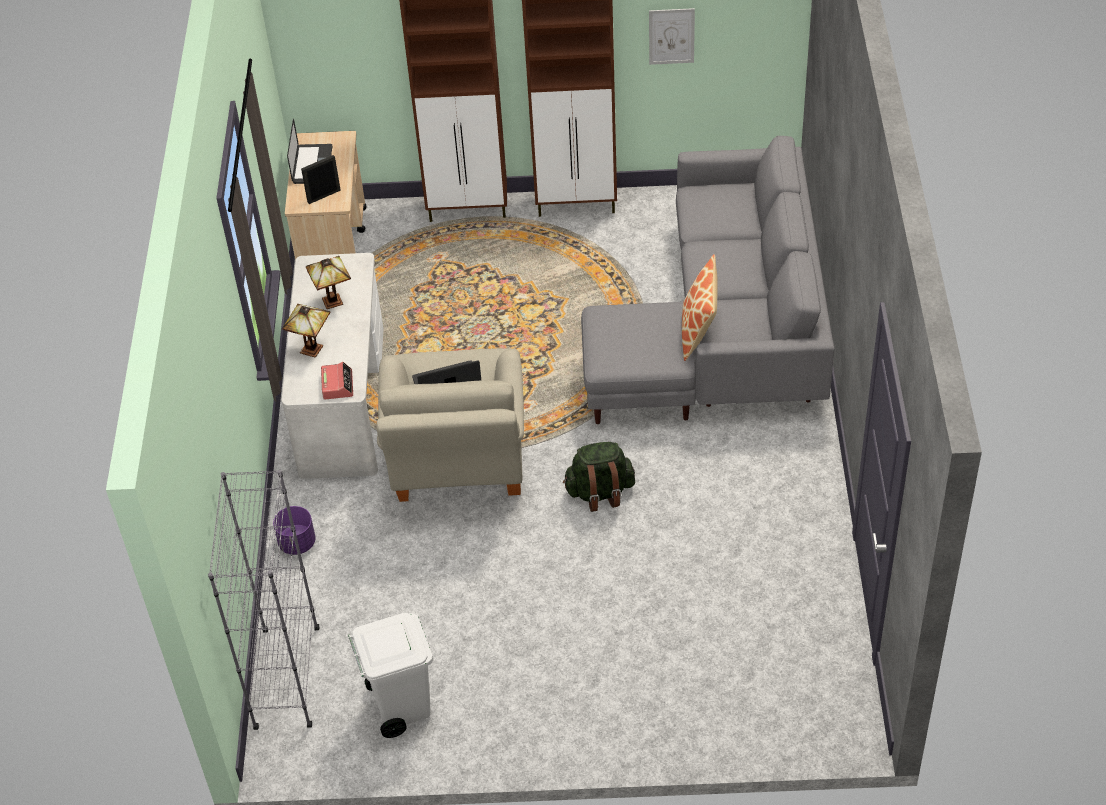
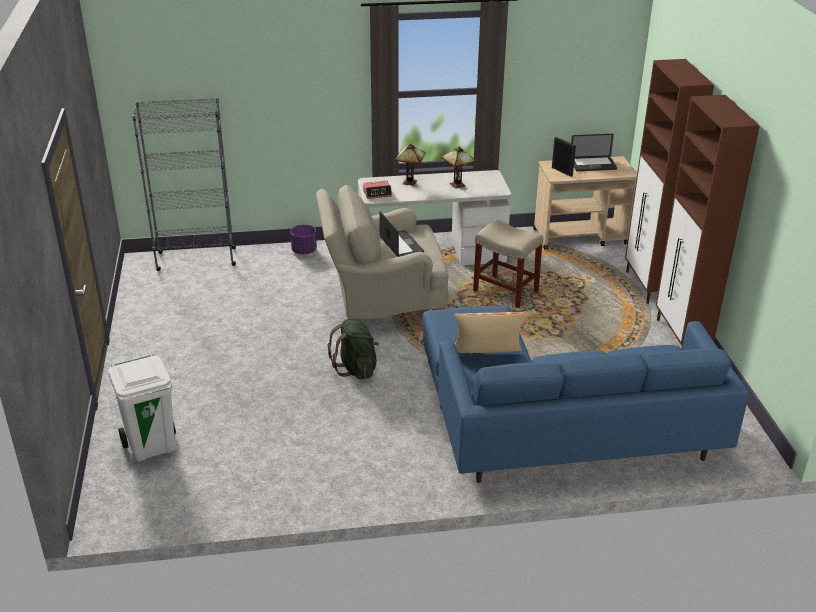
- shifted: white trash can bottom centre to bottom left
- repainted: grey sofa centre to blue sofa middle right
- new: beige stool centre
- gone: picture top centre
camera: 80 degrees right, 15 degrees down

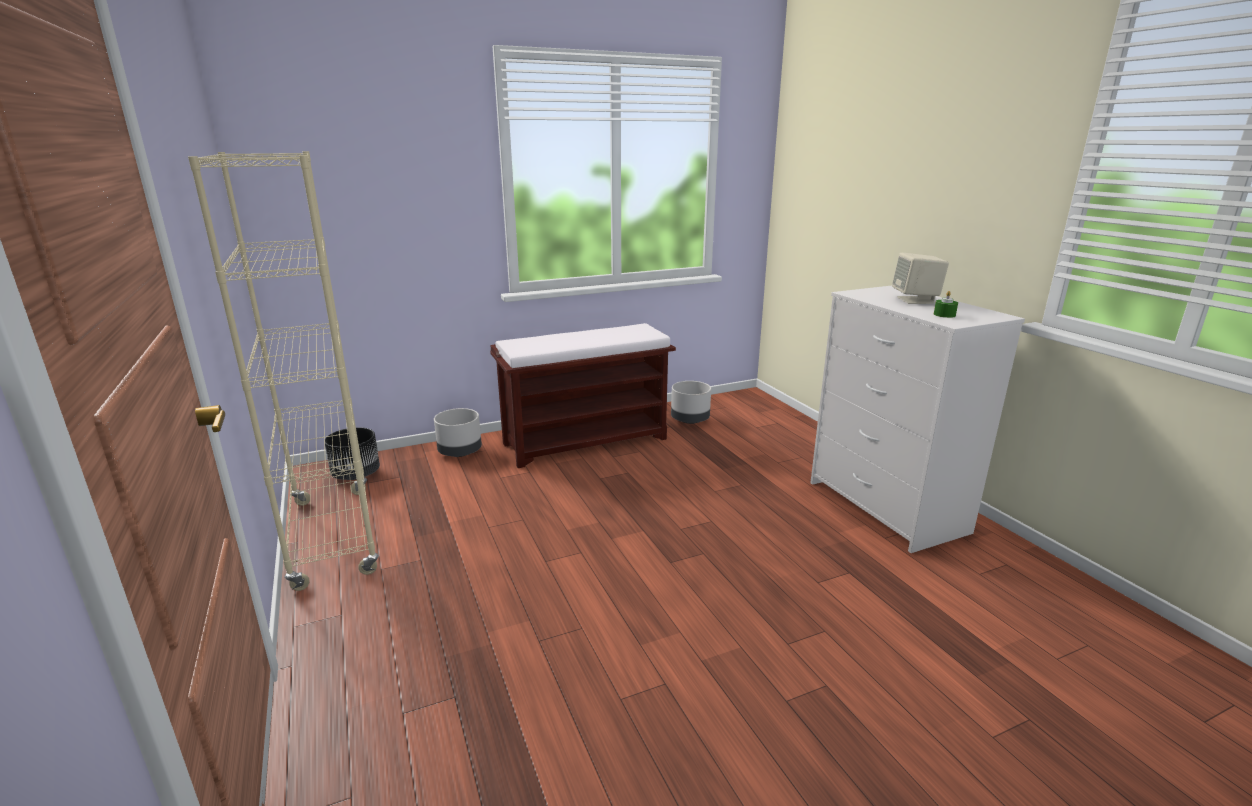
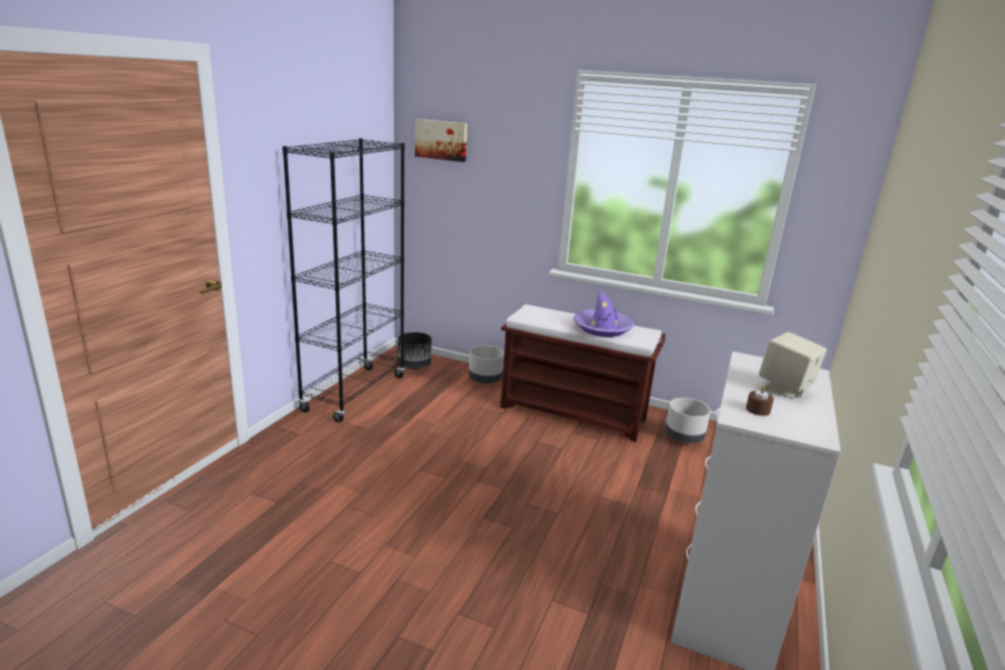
- repainted: beige bookcase middle left to black bookcase centre
- new: picture top centre
- new: purple hat centre
- repainted: green candle middle right to brown candle middle right
camera: 45 degrees right, 0 degrees up

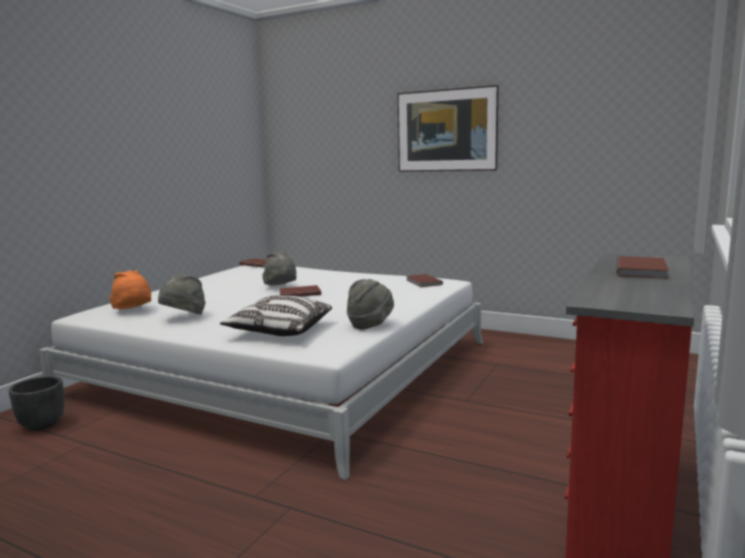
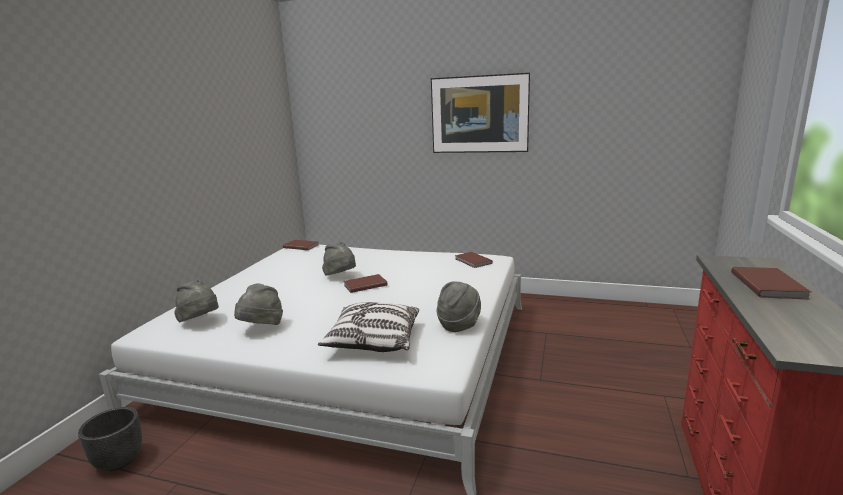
- repainted: orange hat middle left to grey hat (no. 1 from left) middle left
camera: 10 degrees left, 5 degrees up

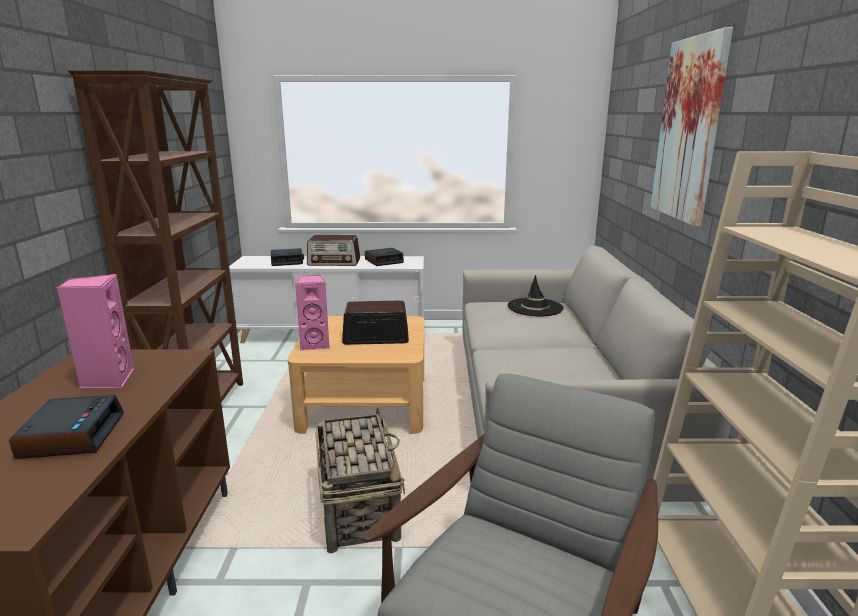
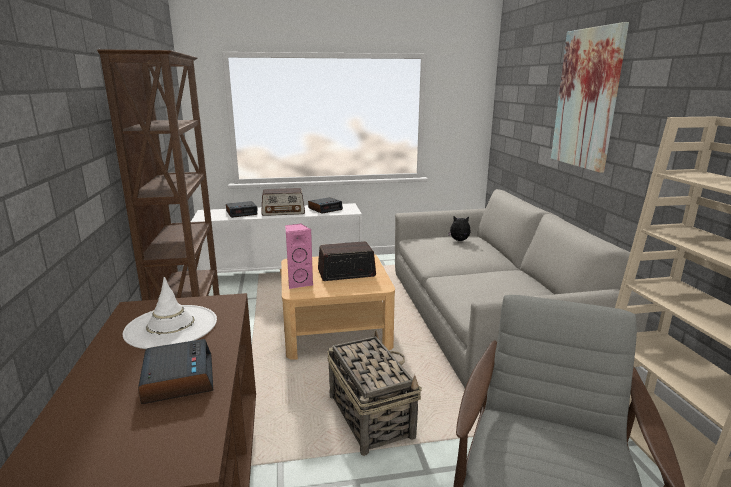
- swapped: pink speaker (no. 1 from left) middle left to white hat middle left
- swapped: black hat centre to plush toy centre
camera: 10 degrees left, 0 degrees up

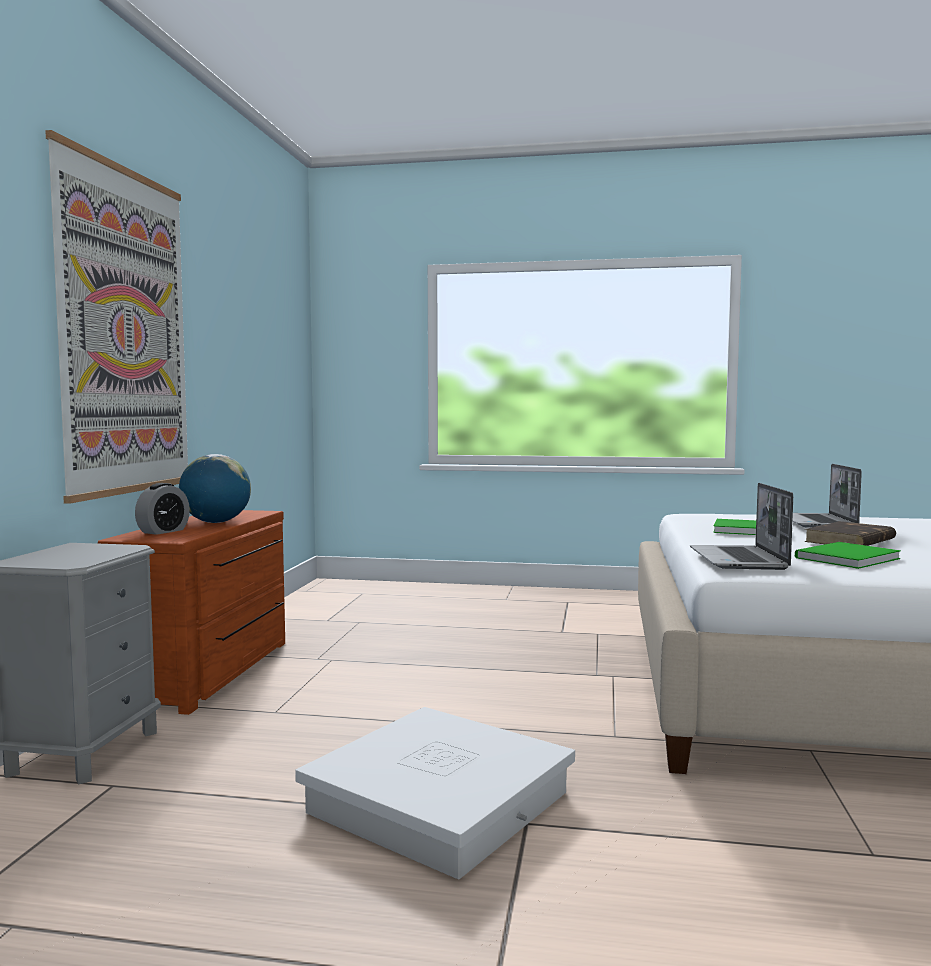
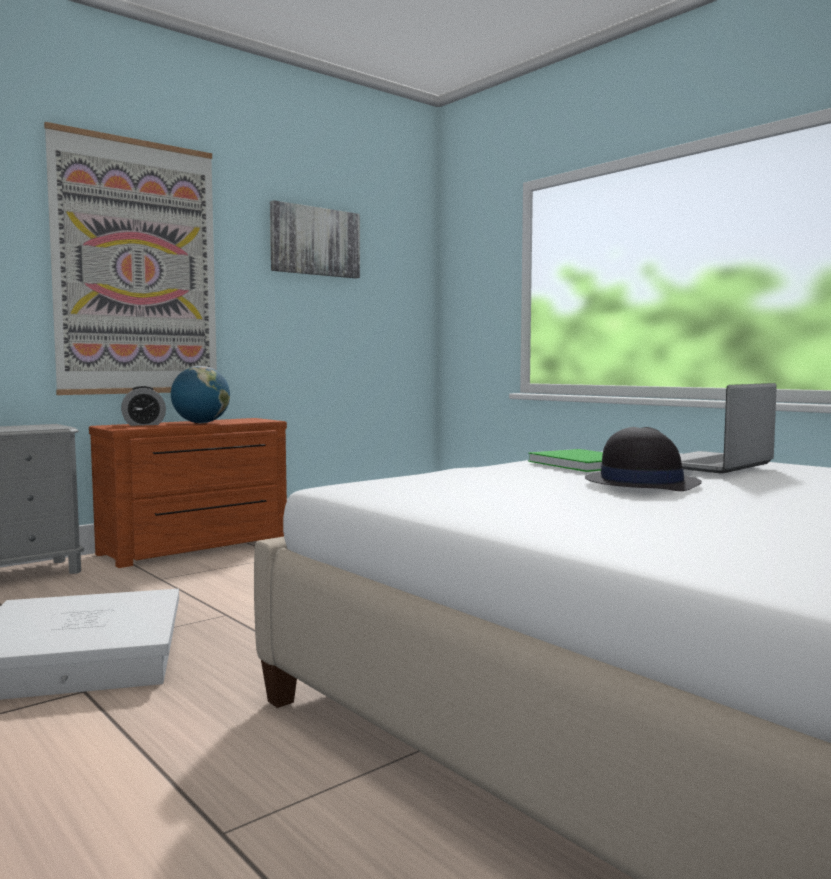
- new: picture (no. 2 from left) top centre
- swapped: brown book middle right to black hat middle right
- gone: laptop (no. 1 from left) middle right
- gone: green book (no. 2 from left) middle right
camera: 40 degrees right, 0 degrees up

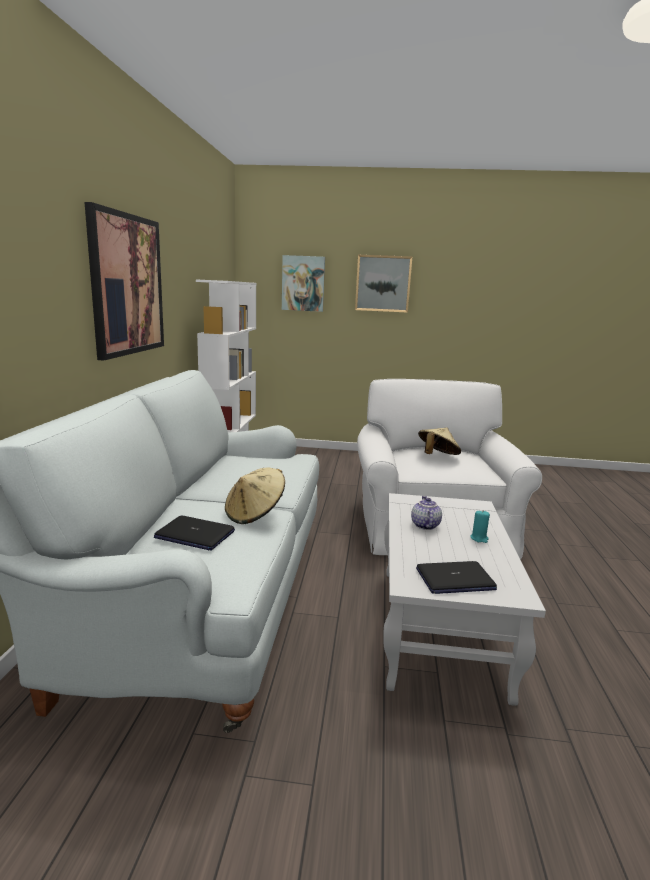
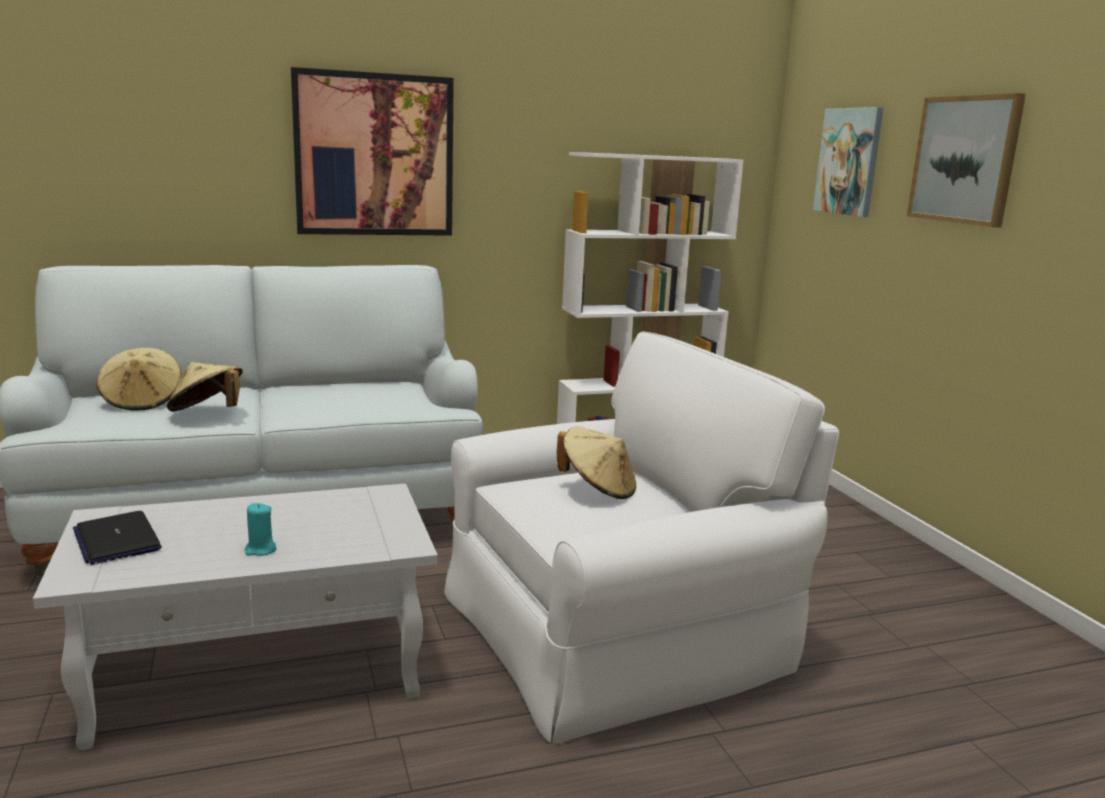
- swapped: laptop (no. 1 from left) middle left to beige hat (no. 1 from left) middle left
- gone: teapot centre
camera: 65 degrees right, 0 degrees up

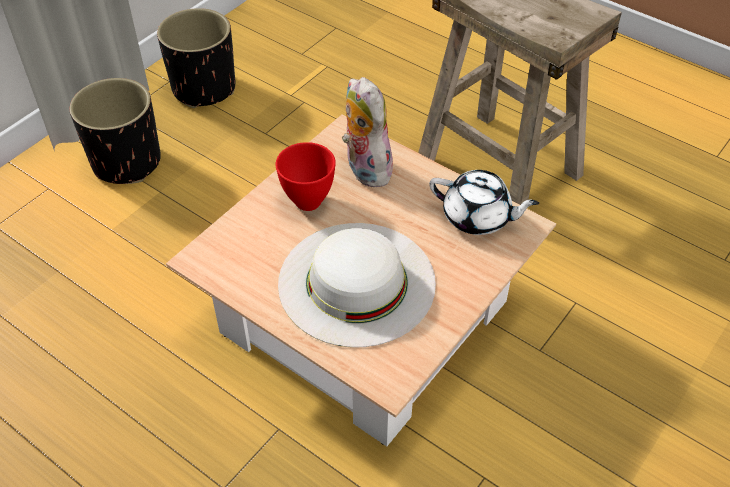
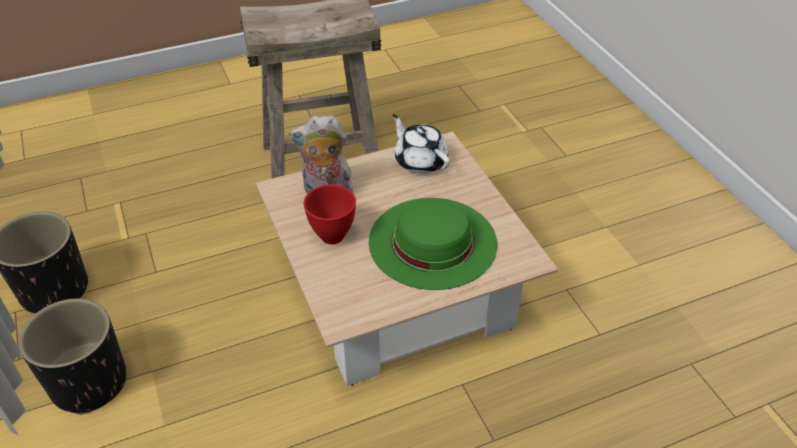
- repainted: white hat centre to green hat centre
- rotated: white teapot centre = top centre 90 degrees counterclockwise
camera: 60 degrees left, 5 degrees down

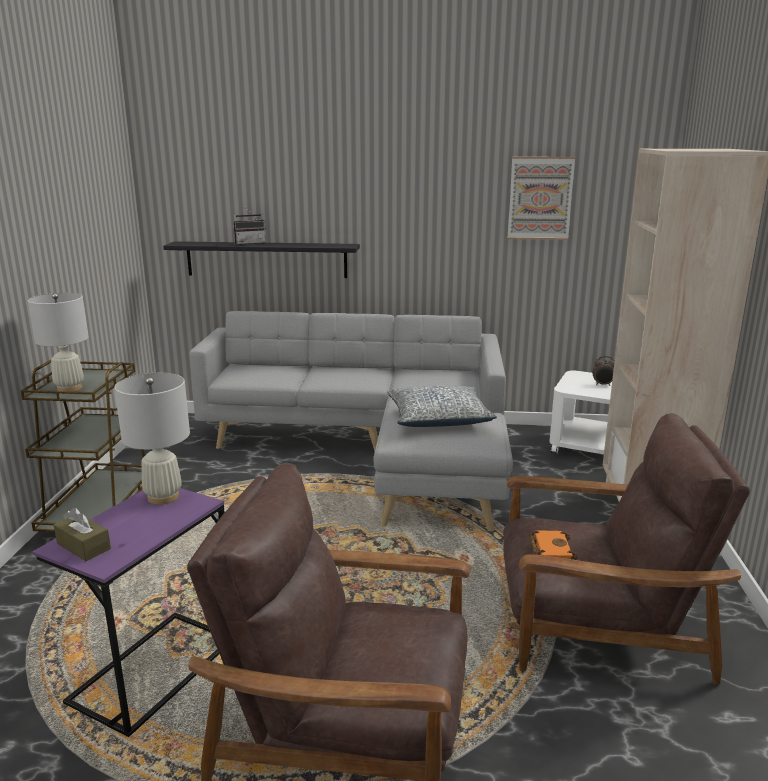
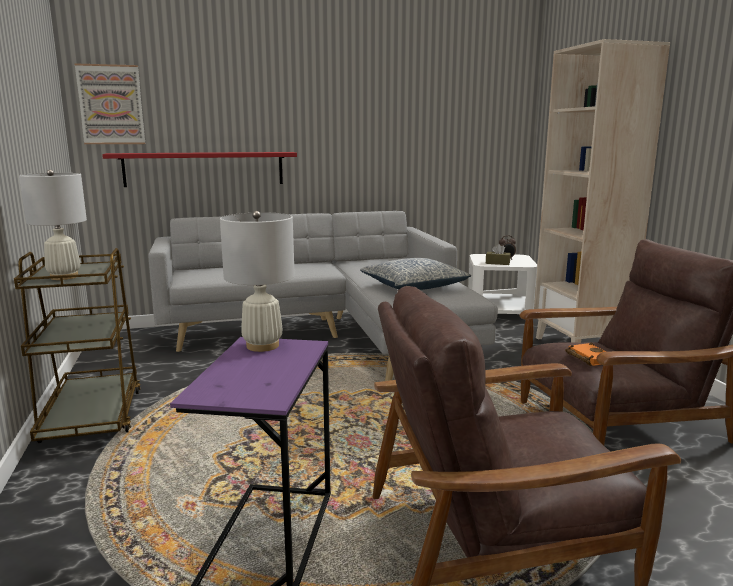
- shifted: picture top right to top left
- repainted: black shelf top centre to red shelf top left
- shifted: brown tissue box bottom left to middle right
- gone: radio top left
camera: 20 degrees left, 5 degrees down

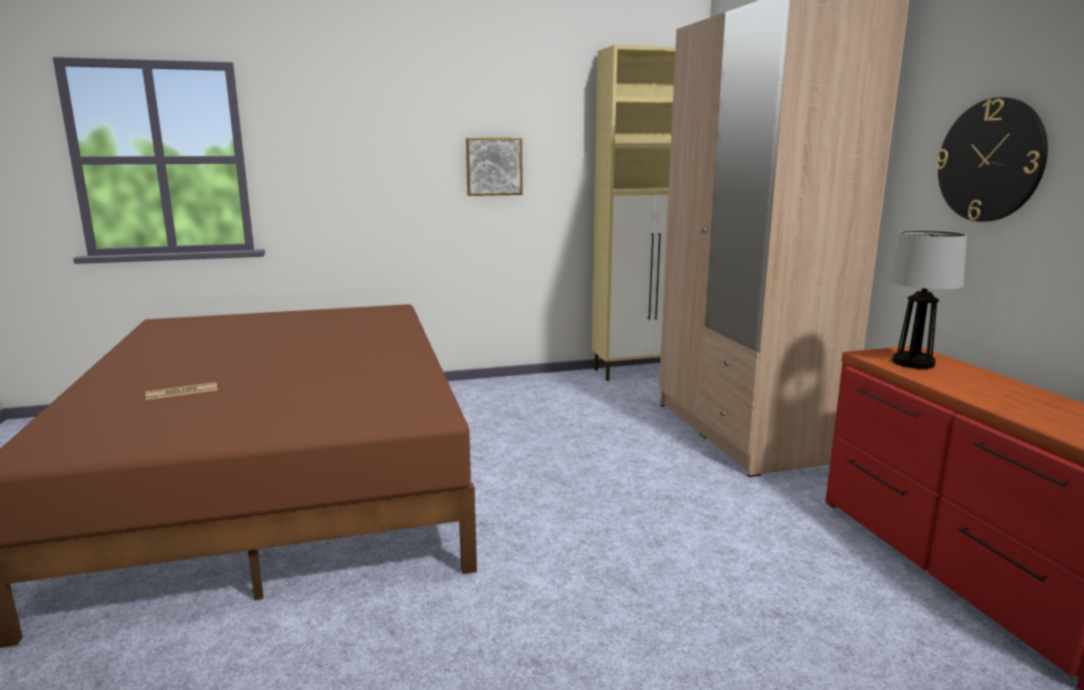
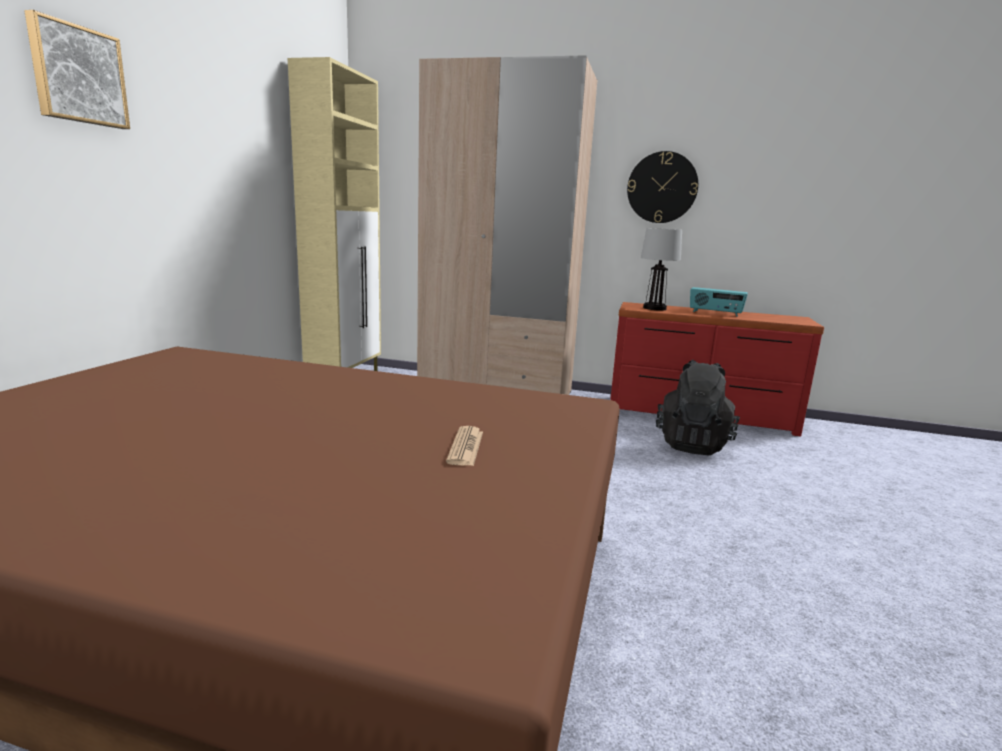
- shifted: picture top centre to top left
- shifted: newspaper middle left to centre
- new: black backpack middle right
- new: radio middle right
camera: 60 degrees left, 0 degrees up

